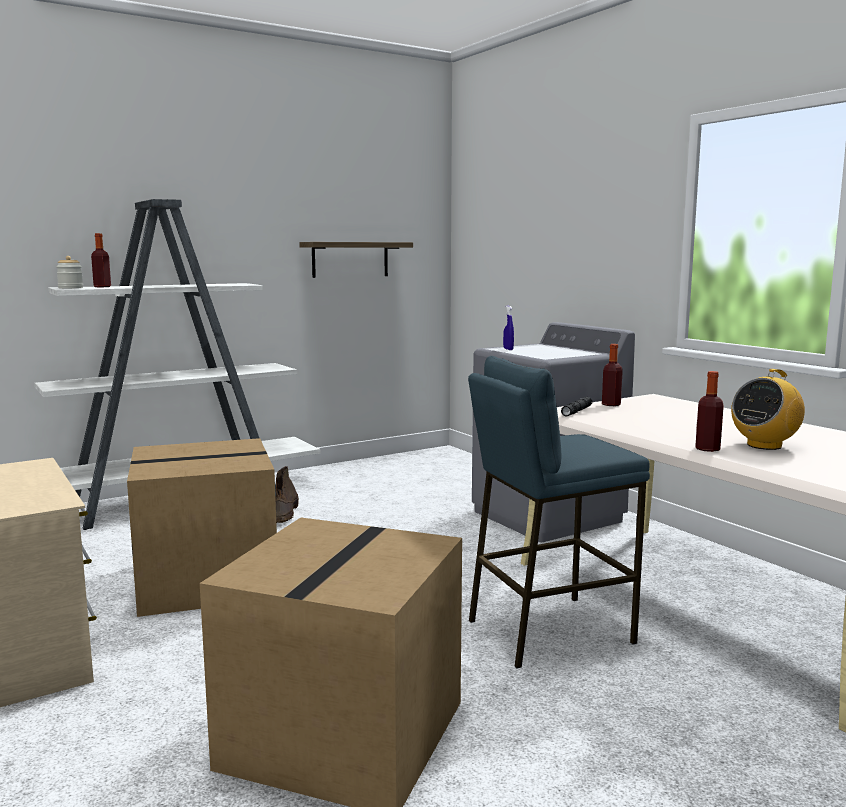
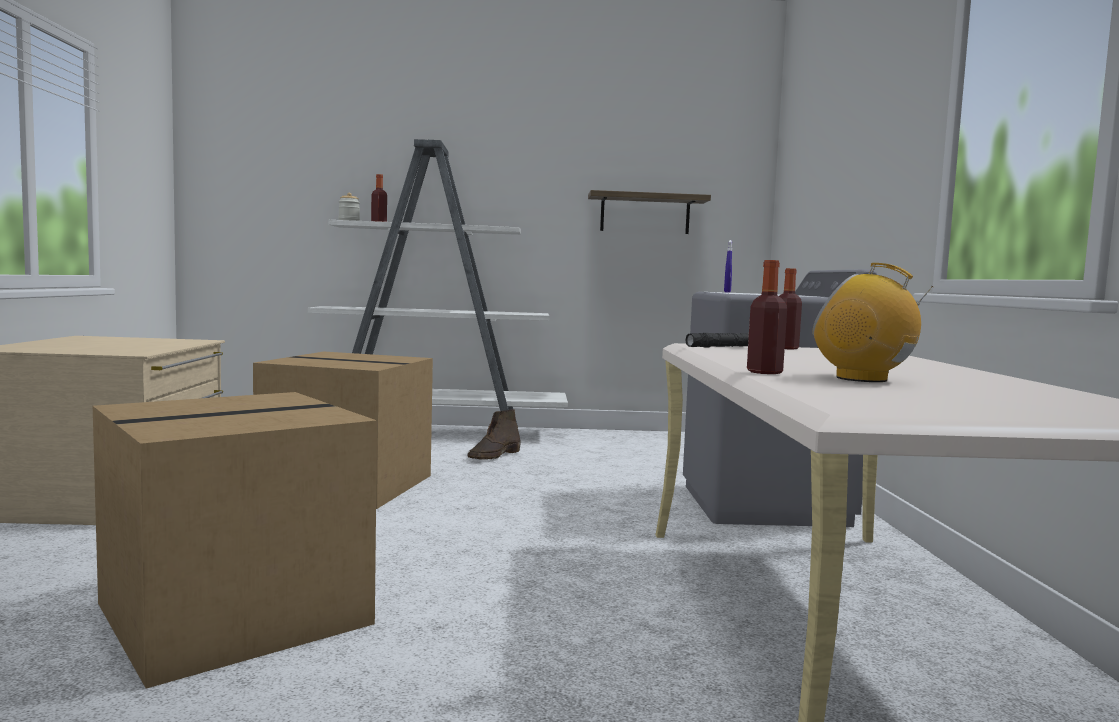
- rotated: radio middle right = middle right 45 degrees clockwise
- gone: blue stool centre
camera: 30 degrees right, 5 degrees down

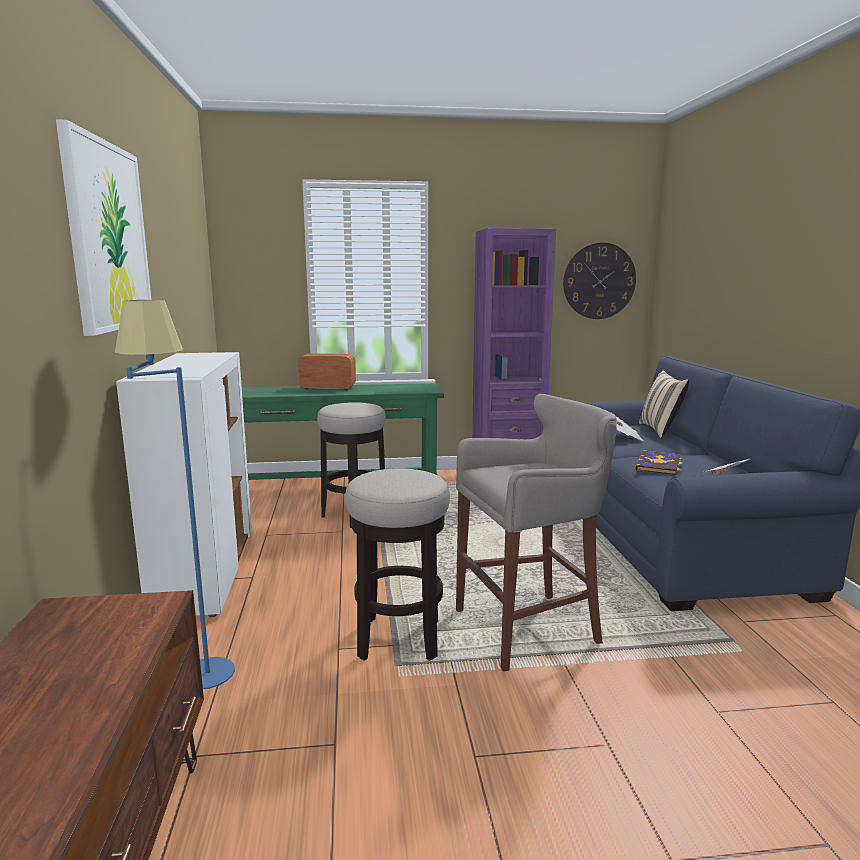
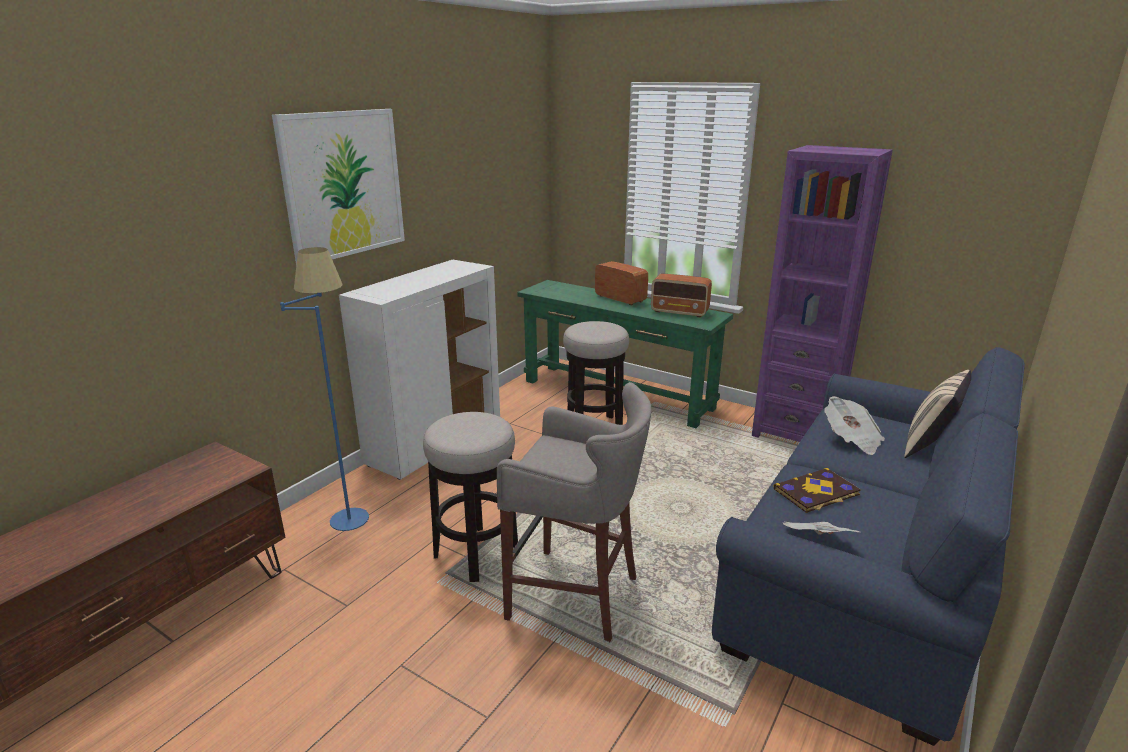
- new: radio (no. 2 from left) centre
- gone: wall clock top right
camera: 40 degrees right, 10 degrees up

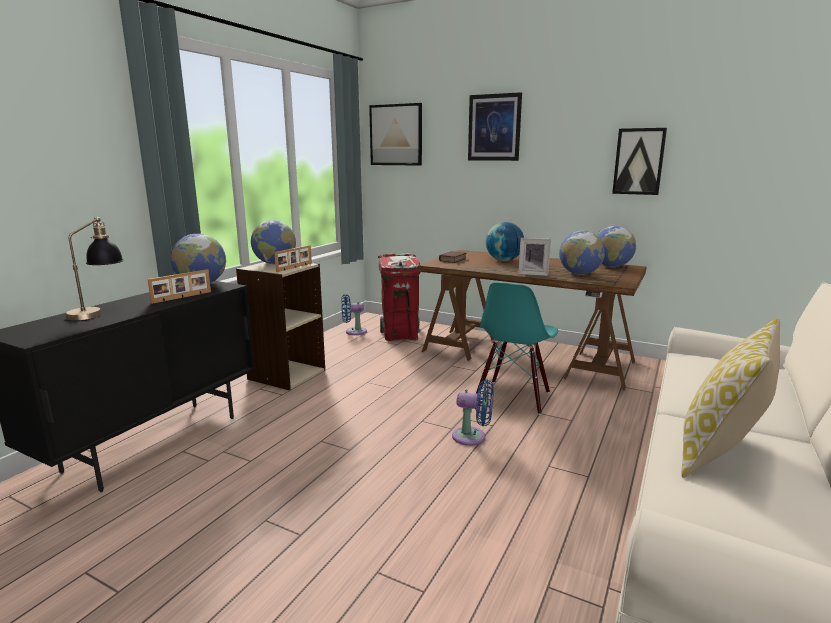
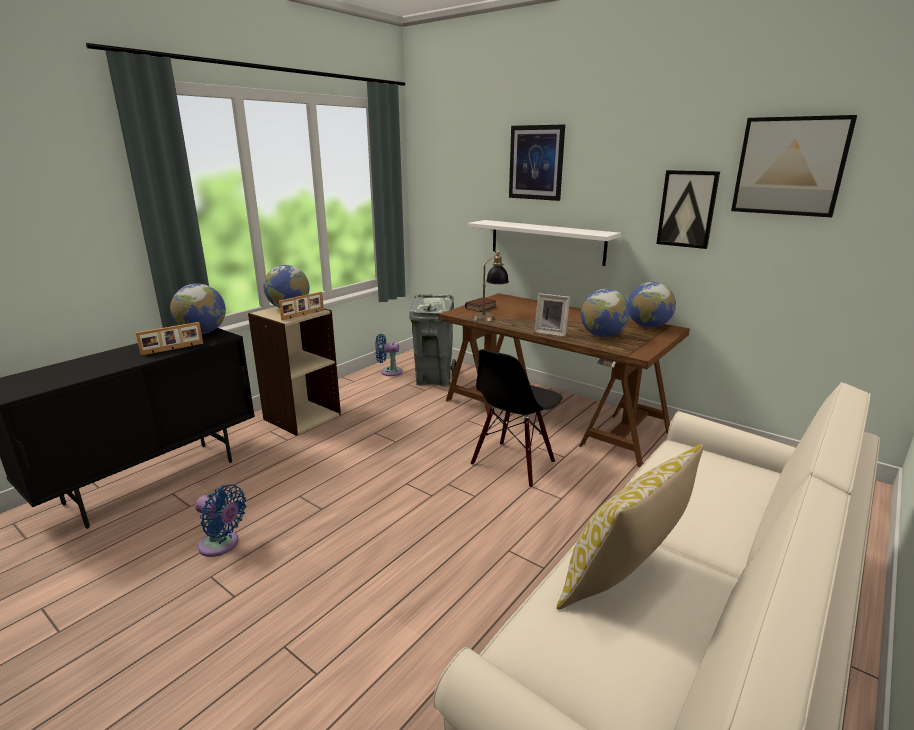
- shifted: blue fan (no. 2 from left in the first image) centre to blue fan (no. 1 from left) bottom left
- repainted: red trash can centre to grey trash can centre
- new: white shelf top centre
- repainted: turquoise chair centre to black chair centre
- shifted: table lamp middle left to centre
- shifted: picture (no. 1 from left in the first image) top centre to picture (no. 3 from left) top right
- gone: globe (no. 3 from left) centre
camera: 10 degrees right, 5 degrees up

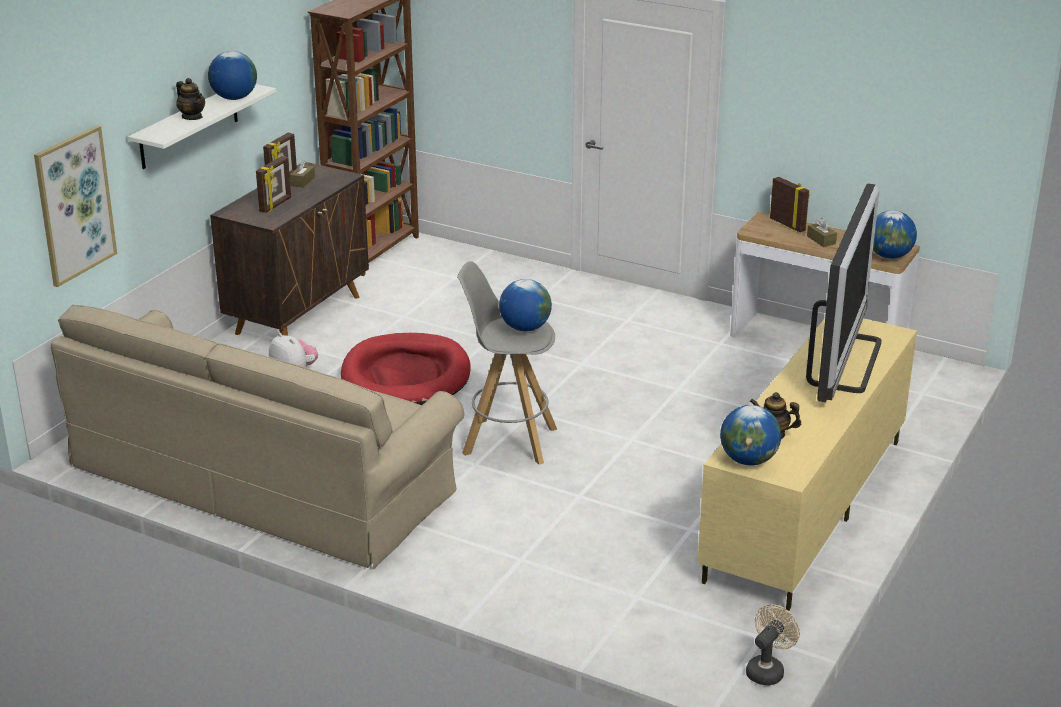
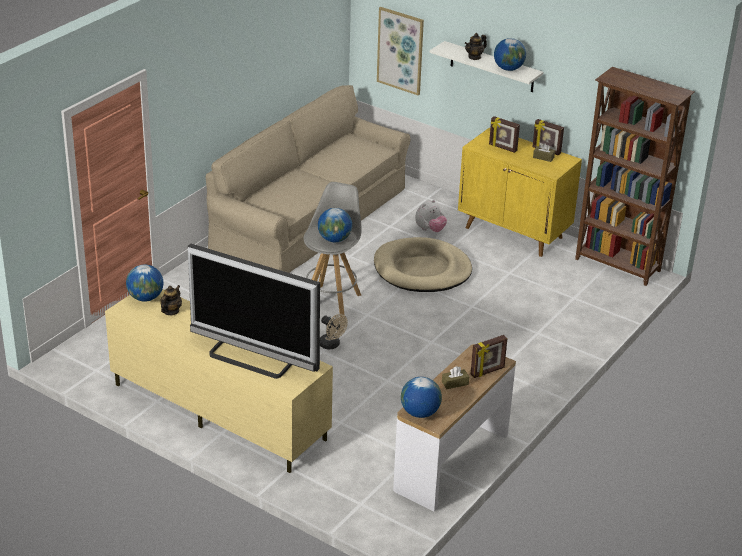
- shifted: beige fan bottom right to centre
- repainted: red dog bed centre to beige dog bed centre
- repainted: brown cabinet middle left to yellow cabinet middle right
camera: 95 degrees right, 5 degrees up

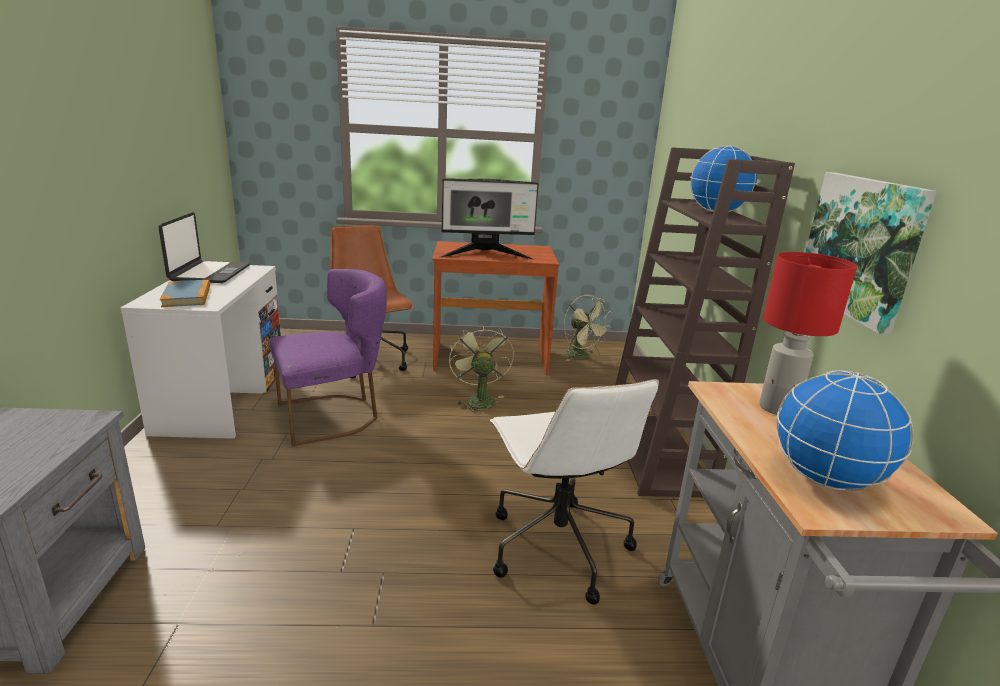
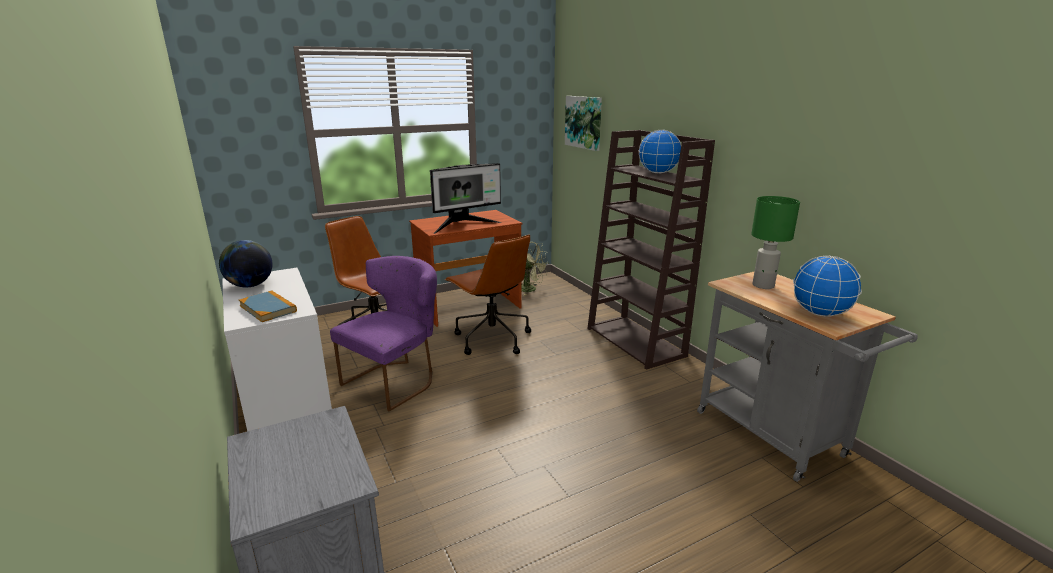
- swapped: laptop middle left to globe (no. 1 from left) middle left
- swapped: green fan (no. 1 from left) centre to brown office chair (no. 2 from left) centre
- shifted: picture middle right to top centre
- repainted: red table lamp middle right to green table lamp middle right
- gone: white office chair bottom centre
camera: 25 degrees left, 0 degrees up

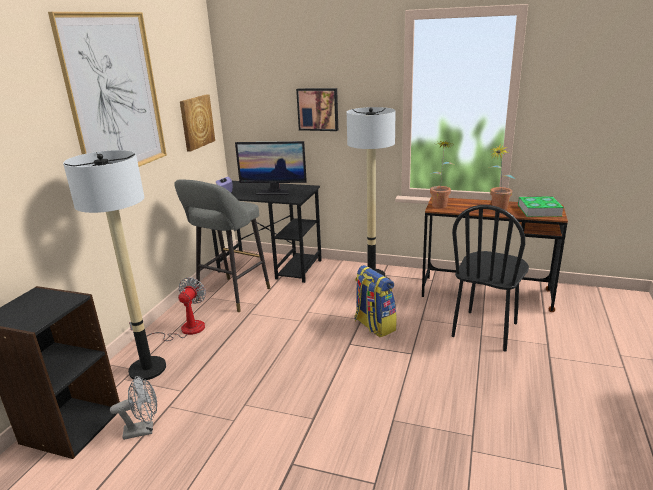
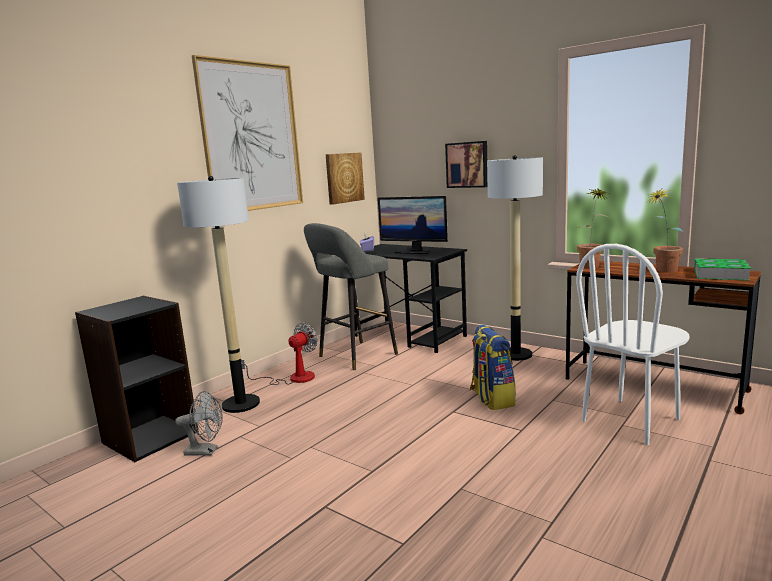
- repainted: black chair middle right to white chair middle right
camera: 20 degrees right, 10 degrees down

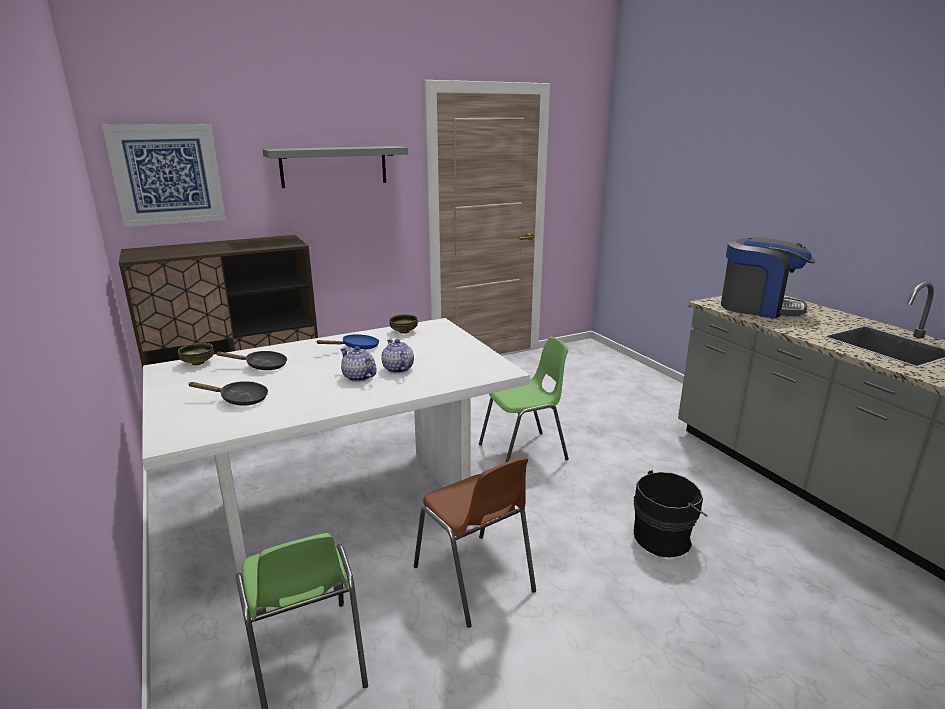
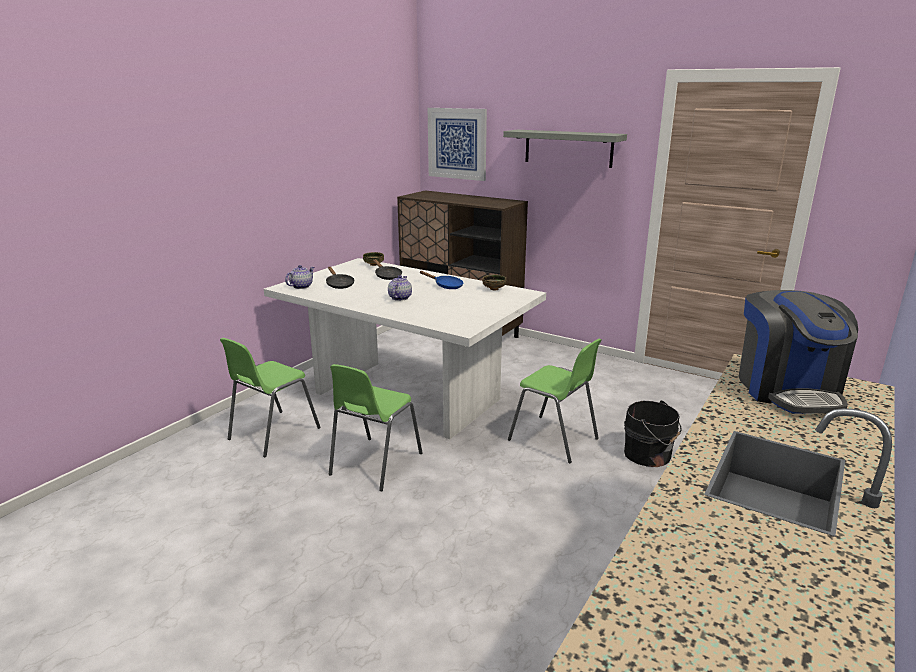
- shifted: teapot (no. 2 from left in the first image) centre to teapot (no. 1 from left) middle left
- repainted: brown chair bottom centre to green chair (no. 2 from left) centre
- shifted: black bucket bottom right to middle right
camera: 60 degrees right, 0 degrees up

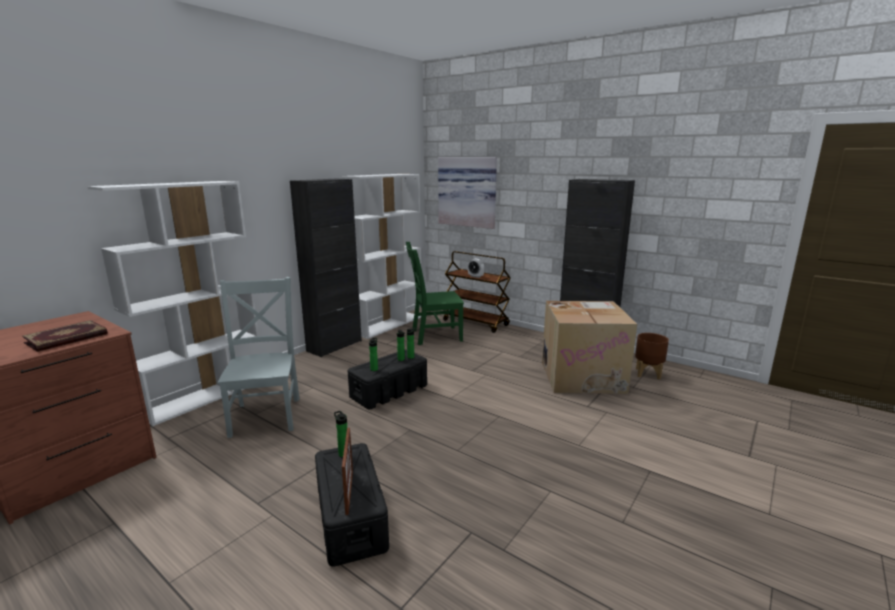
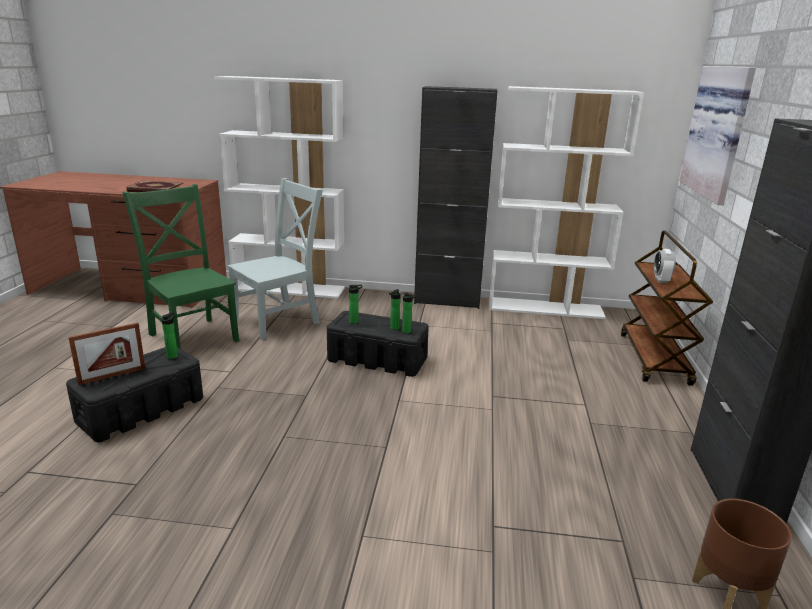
- shifted: green chair centre to middle left
- gone: cardboard box centre
camera: 60 degrees right, 5 degrees up

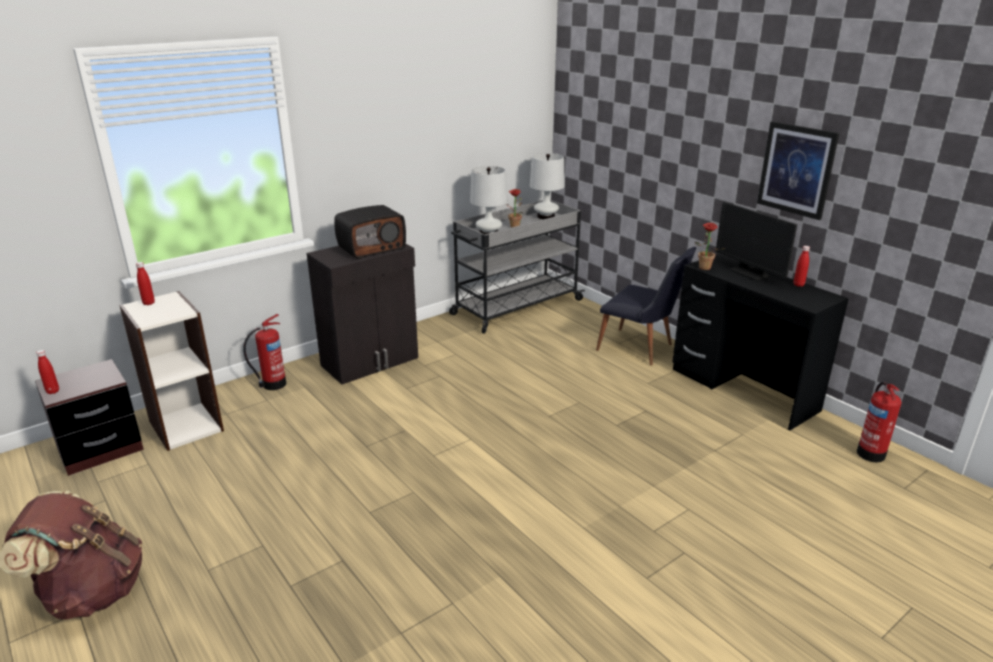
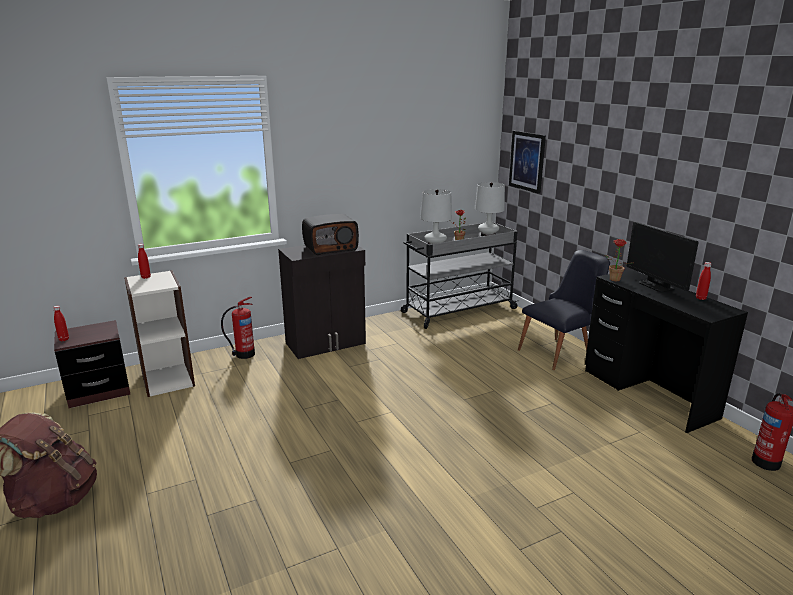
- shifted: picture top right to top centre
- rotated: black chair centre = middle right 75 degrees counterclockwise
camera: 10 degrees right, 5 degrees down

